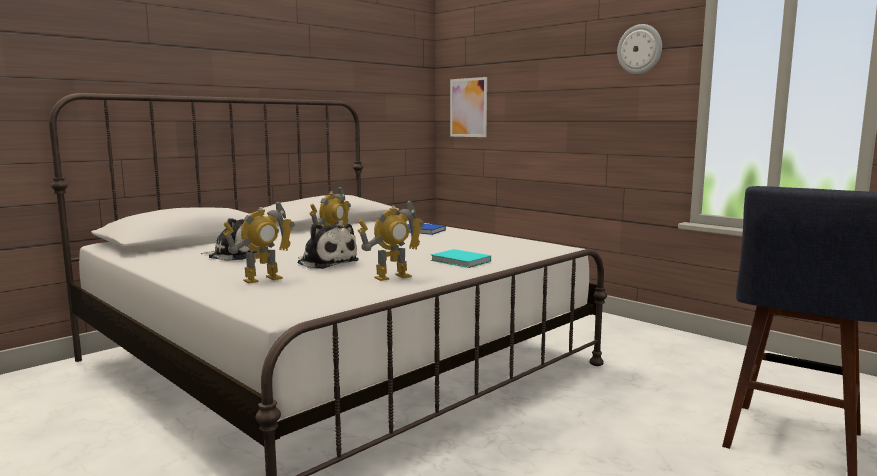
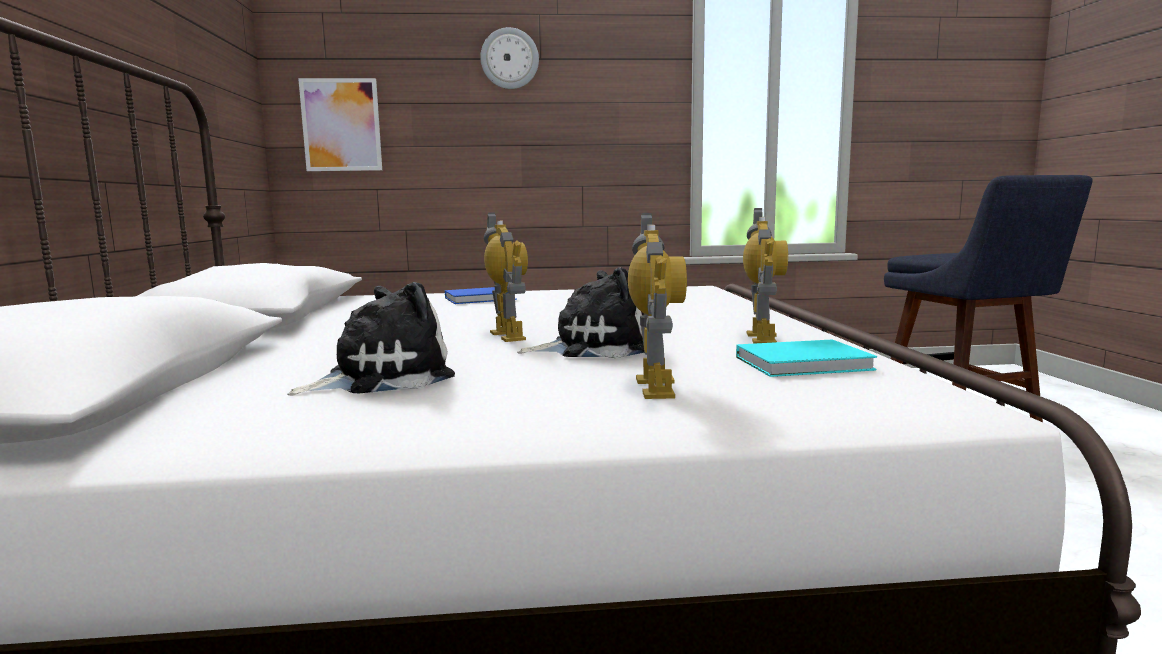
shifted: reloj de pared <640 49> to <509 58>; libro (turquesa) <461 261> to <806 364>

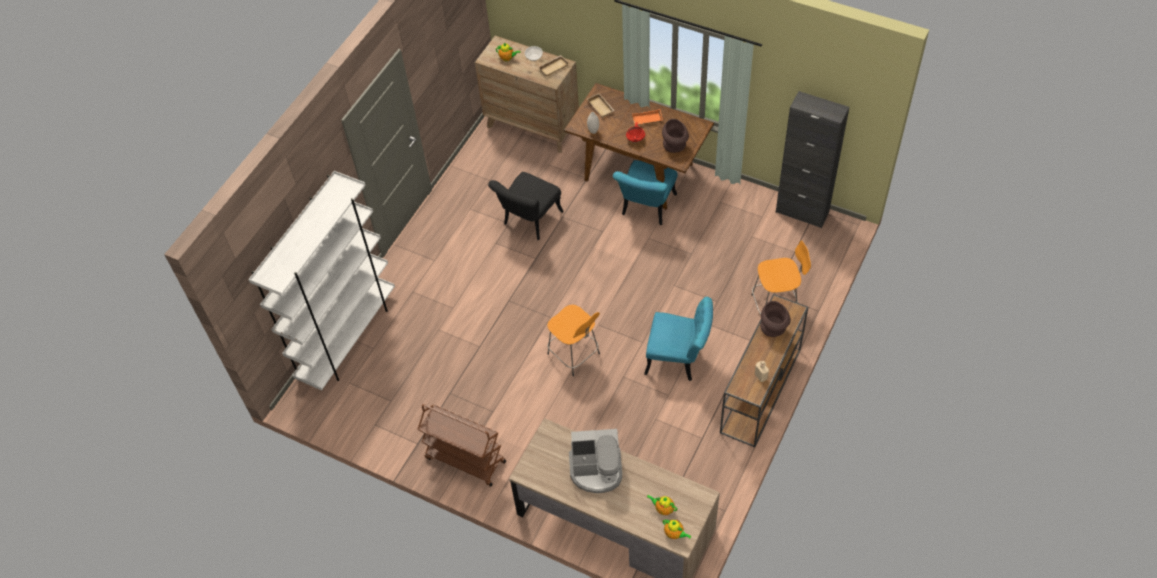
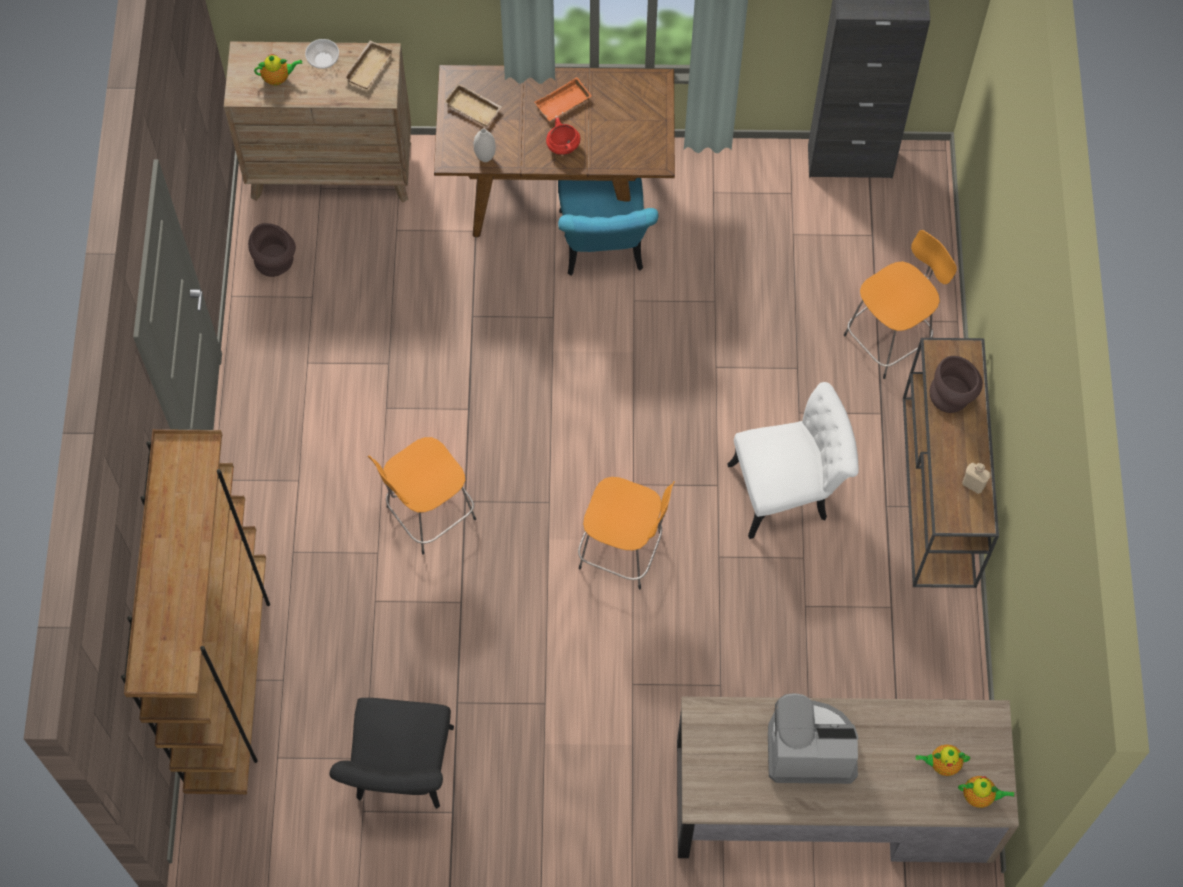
gone: carrito (marrón) <464 460>
new: taburete (naranja) <428 514>
shifted: florero (marrón) <675 146> to <276 263>; silla (negro) <529 222> to <402 775>
repainted: estantería (blanco) <347 338> to estantería (marrón) <229 680>; silla (turquesa) <679 359> to silla (blanco) <789 490>
rotated: cafetera <596 470> = <809 747> 150 degrees counterclockwise

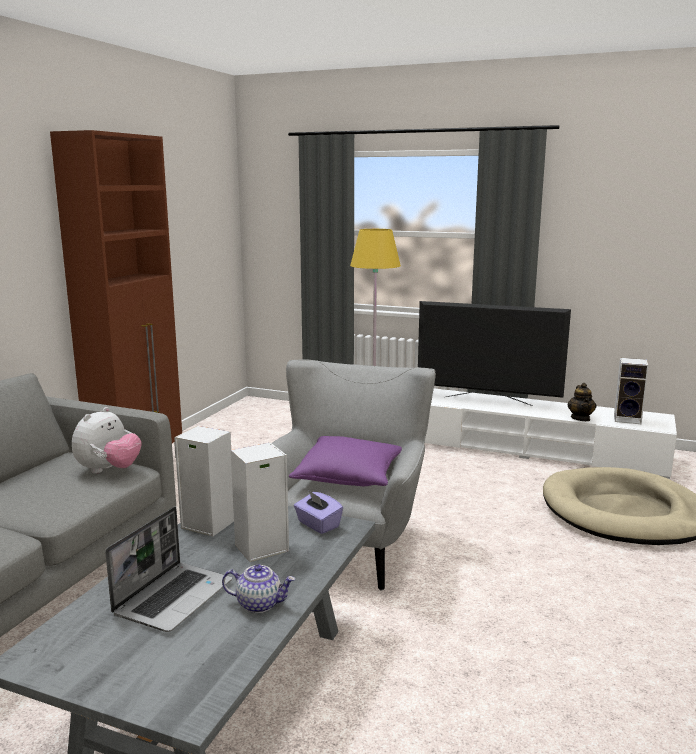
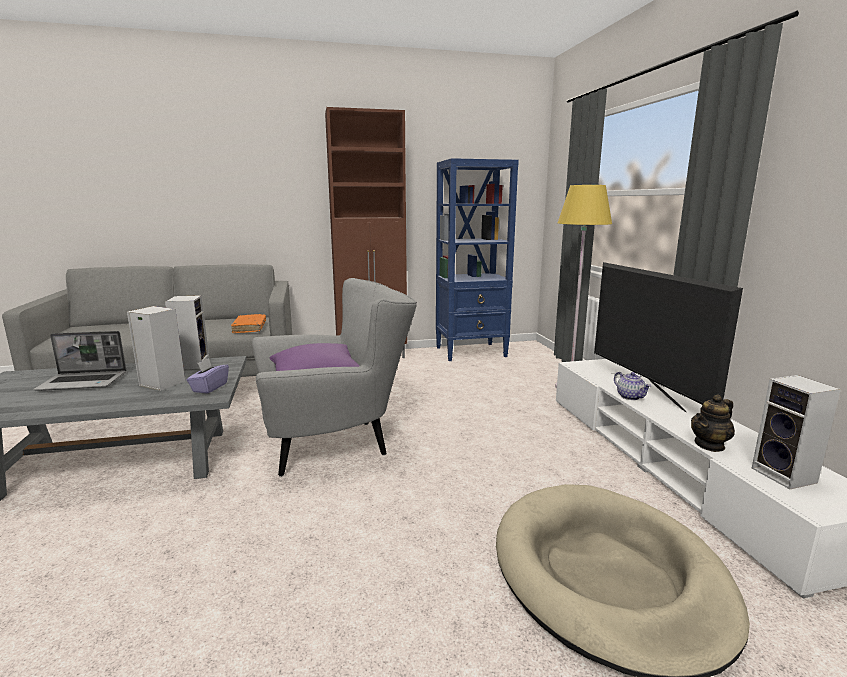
new: estantería (azul) <471 352>
shifted: tetera <259 604> to <630 397>
swapped: peluche <108 470> to libro (naranja) <249 328>

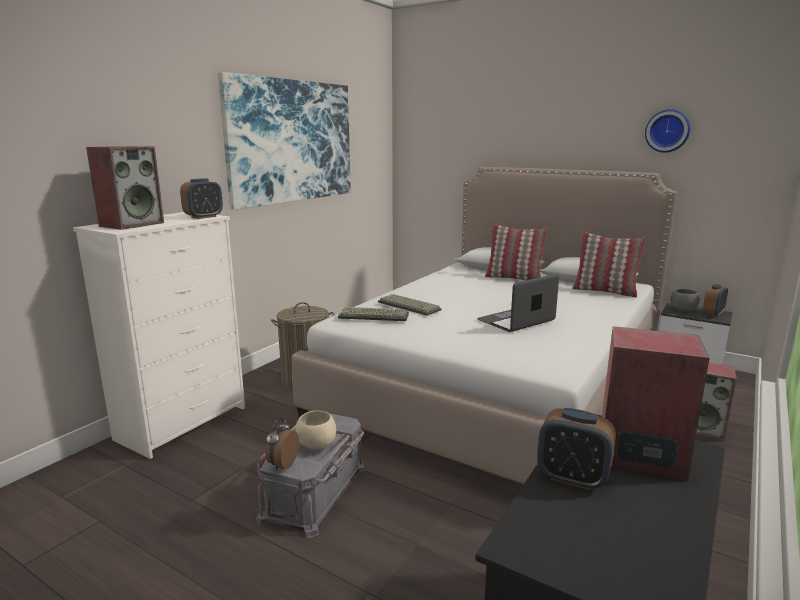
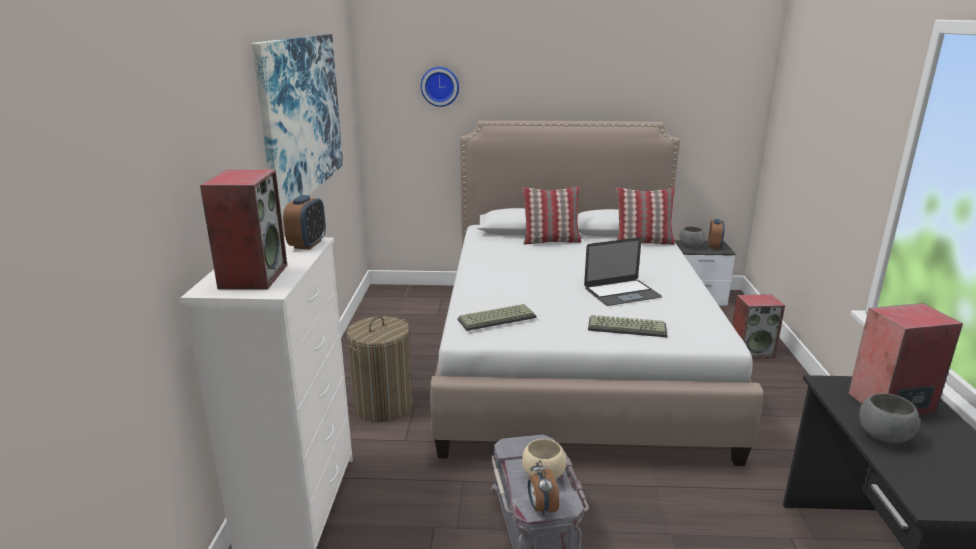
shifted: reloj de pared <667 131> to <440 86>; teclado <410 306> to <627 327>
swapped: despertador <572 478> to cuenco (gris) <883 436>
rotated: portátil <516 320> = <622 292> 135 degrees counterclockwise

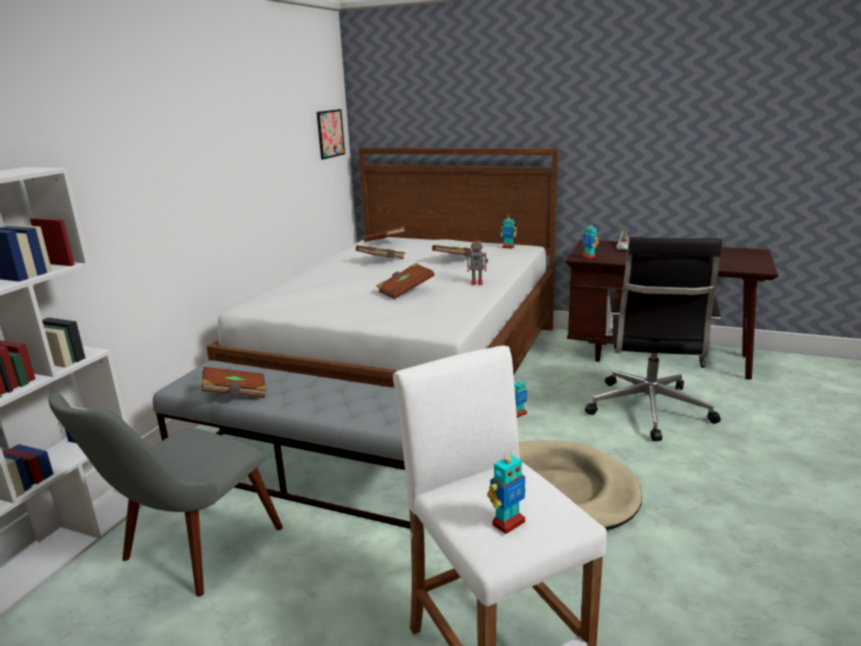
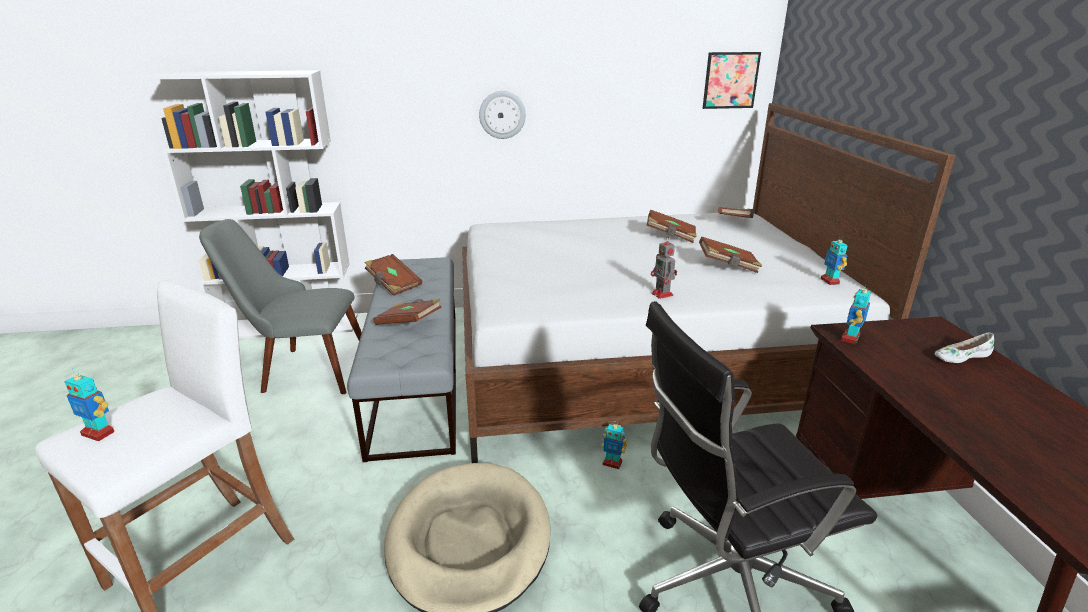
new: reloj de pared <502 115>
shifted: libro (marrón) <405 291> to <409 323>

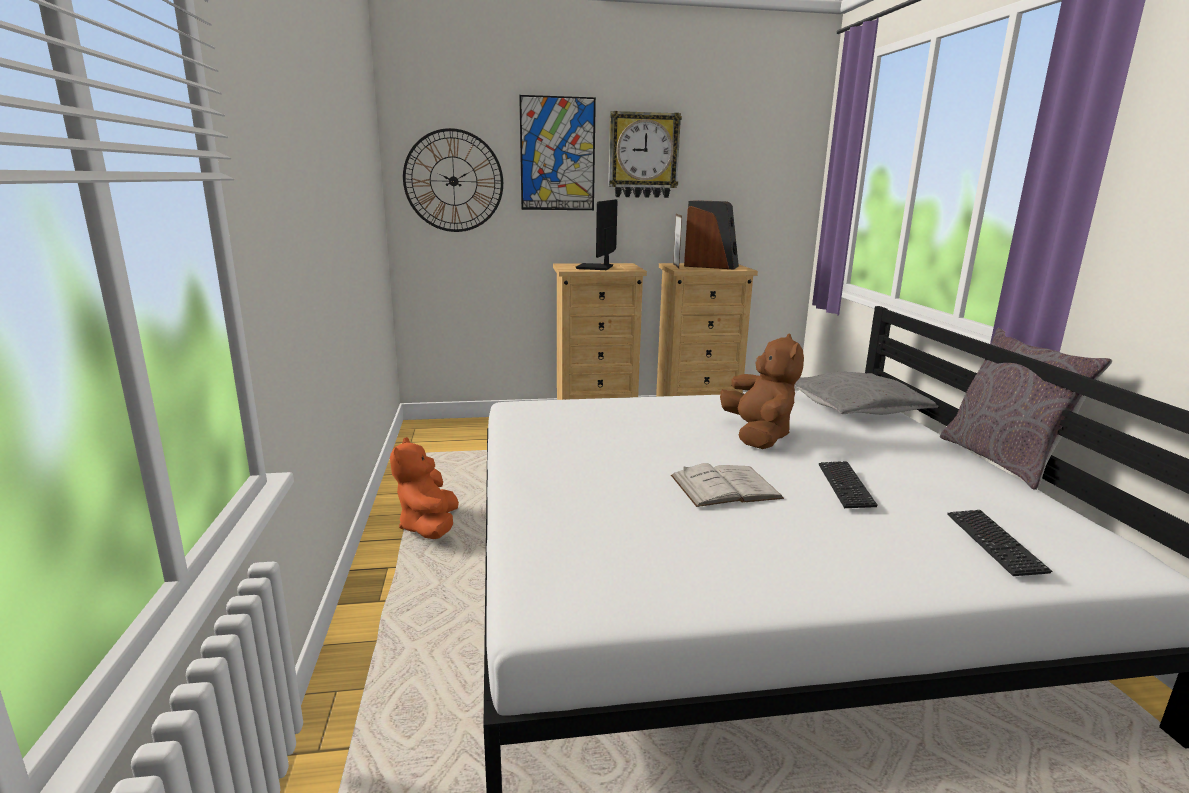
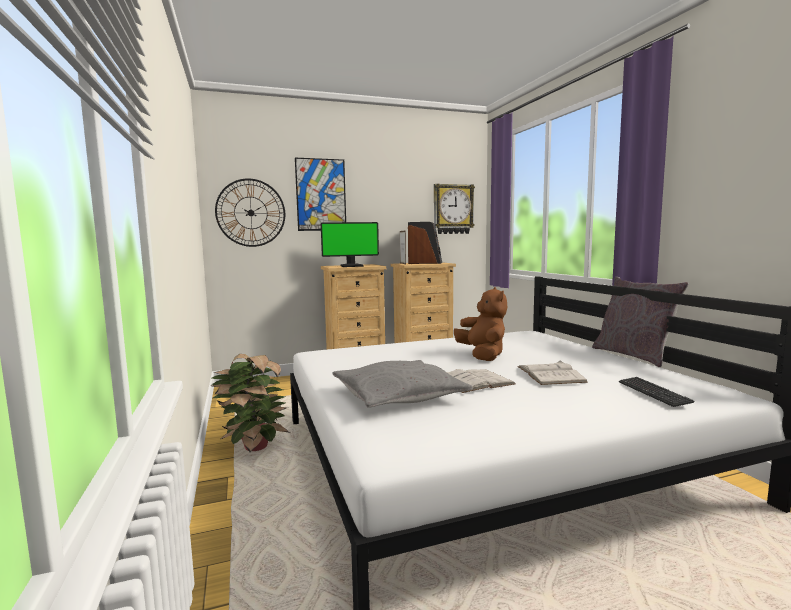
shifted: cojín (gris) <856 407> to <398 396>; reloj de pared <643 155> to <453 209>
swapped: peluche (naranja) <429 527> to planta en maceta <253 447>; teclado <845 486> to libro (blanco) <550 374>
rotated: monitor <596 268> = <352 266> 105 degrees counterclockwise

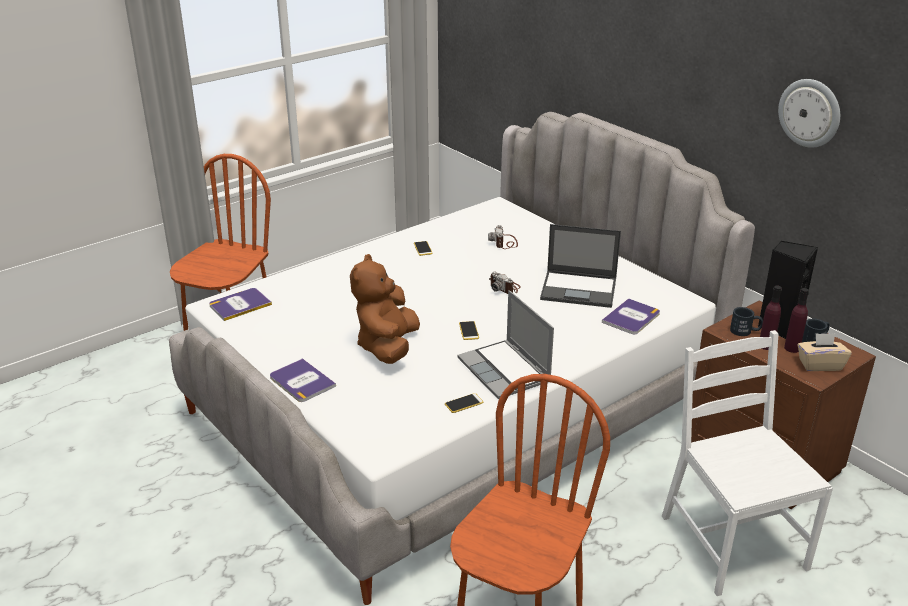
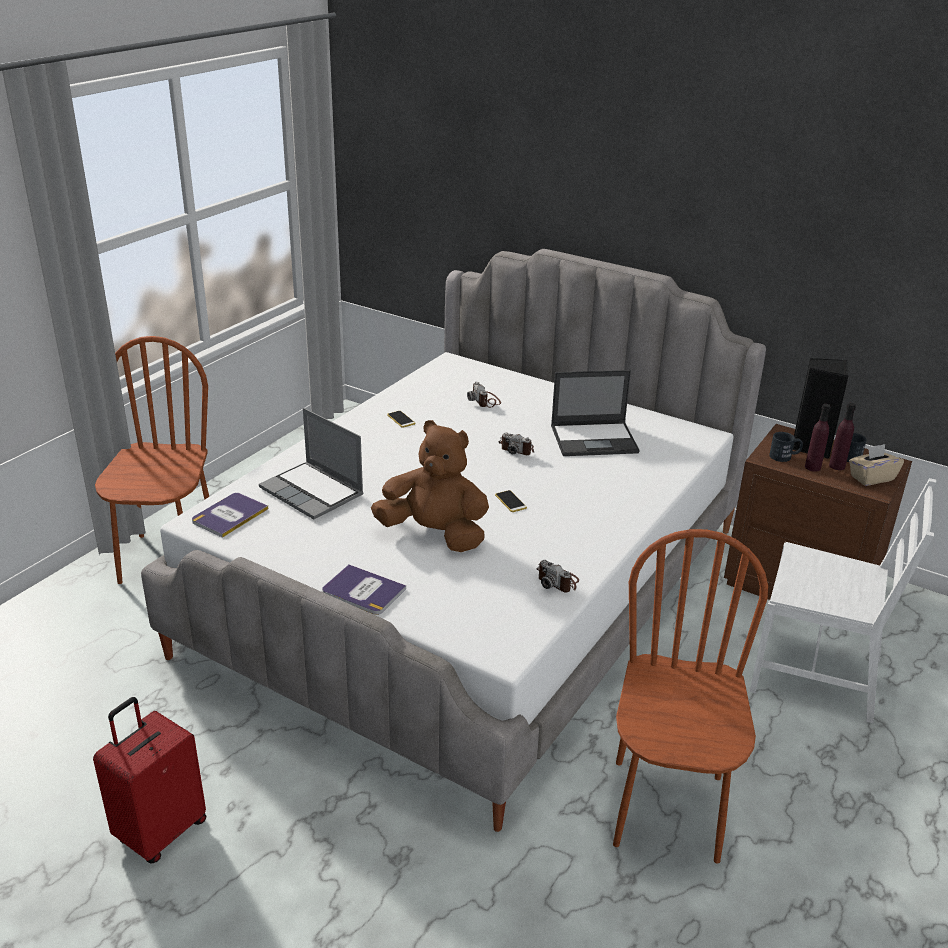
gone: libro <631 317>; reloj de pared <810 113>
new: maleta (rojo) <160 831>
shifted: portátil <505 371> to <313 492>
swapped: móvil <464 403> to cámara <558 581>
rotated: peluche (marrón) <387 347> = <434 534> 120 degrees clockwise; silla (blanco) <730 542> = <817 673> 150 degrees clockwise

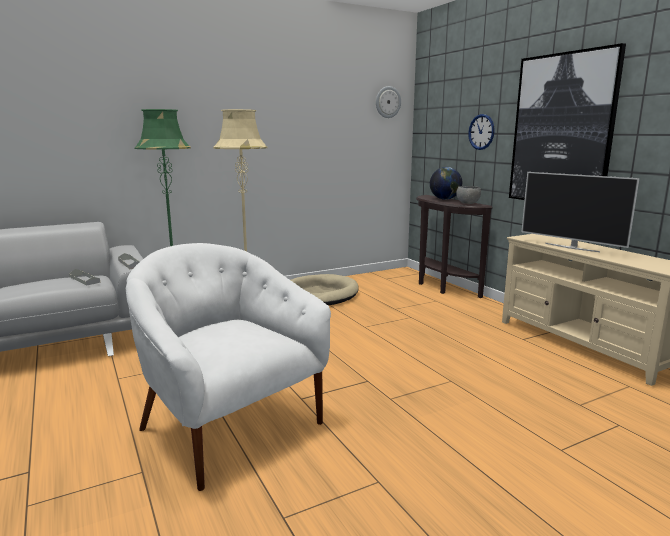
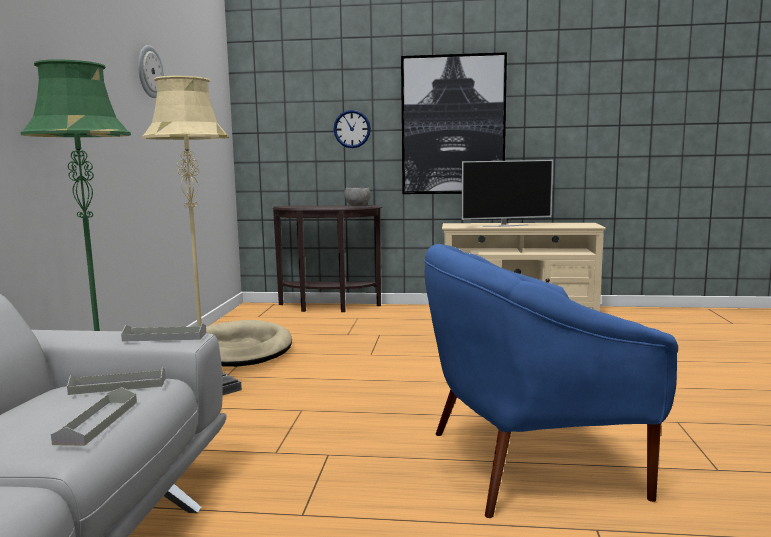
gone: globo terráqueo <445 199>
new: bandeja (gris) <97 422>
shifted: reloj de pared <387 102> to <149 72>
repainted: sillón (blanco) <229 426> to sillón (azul) <530 462>

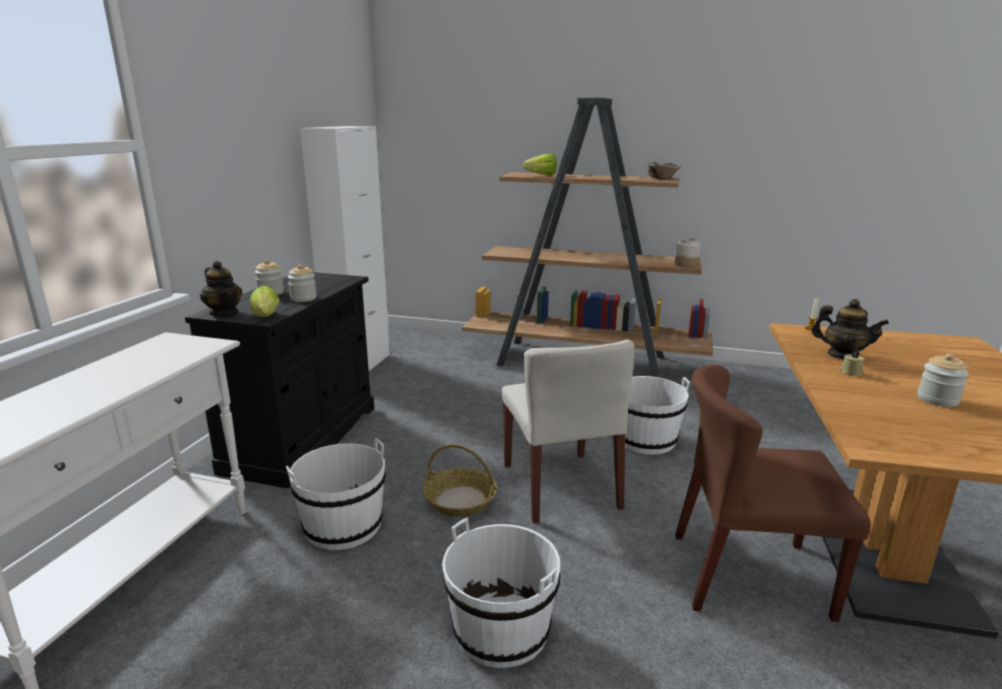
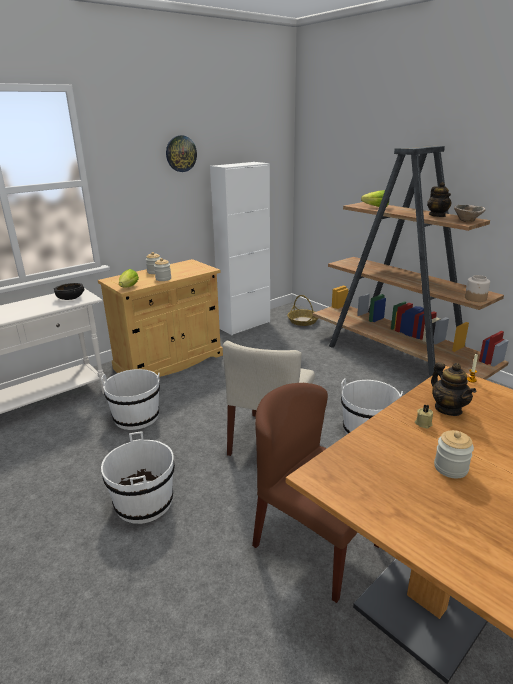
new: cuenco (negro) <71 298>; reloj de pared <181 153>
shifted: cesta <460 500> to <303 321>; tetera <224 313> to <437 215>
repainted: armario (negro) <303 438> to armario (beis) <169 362>

